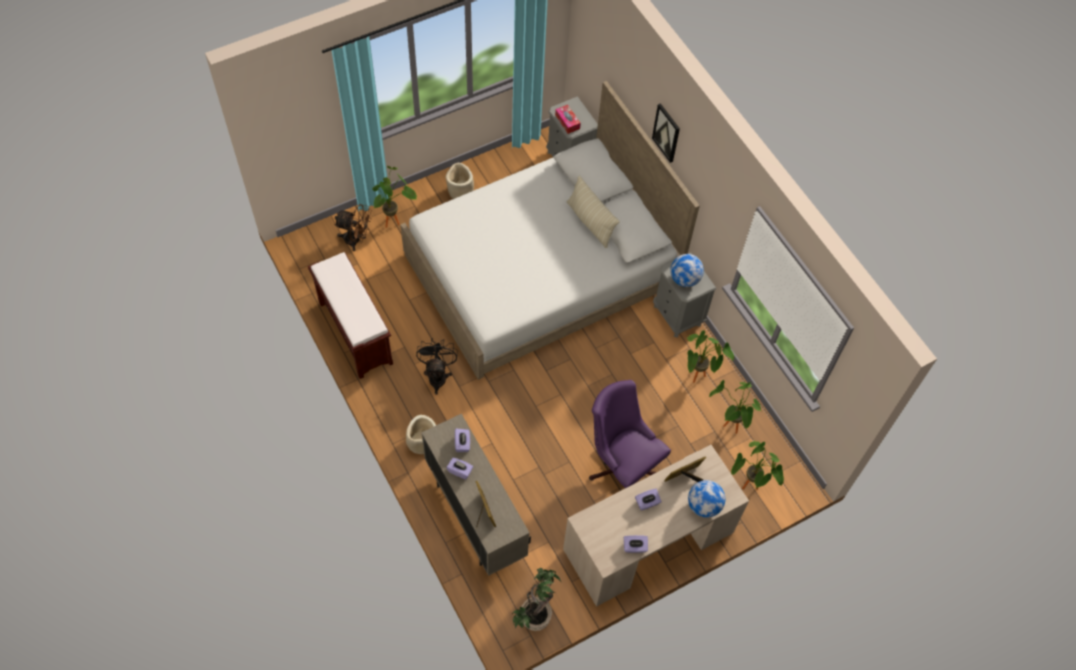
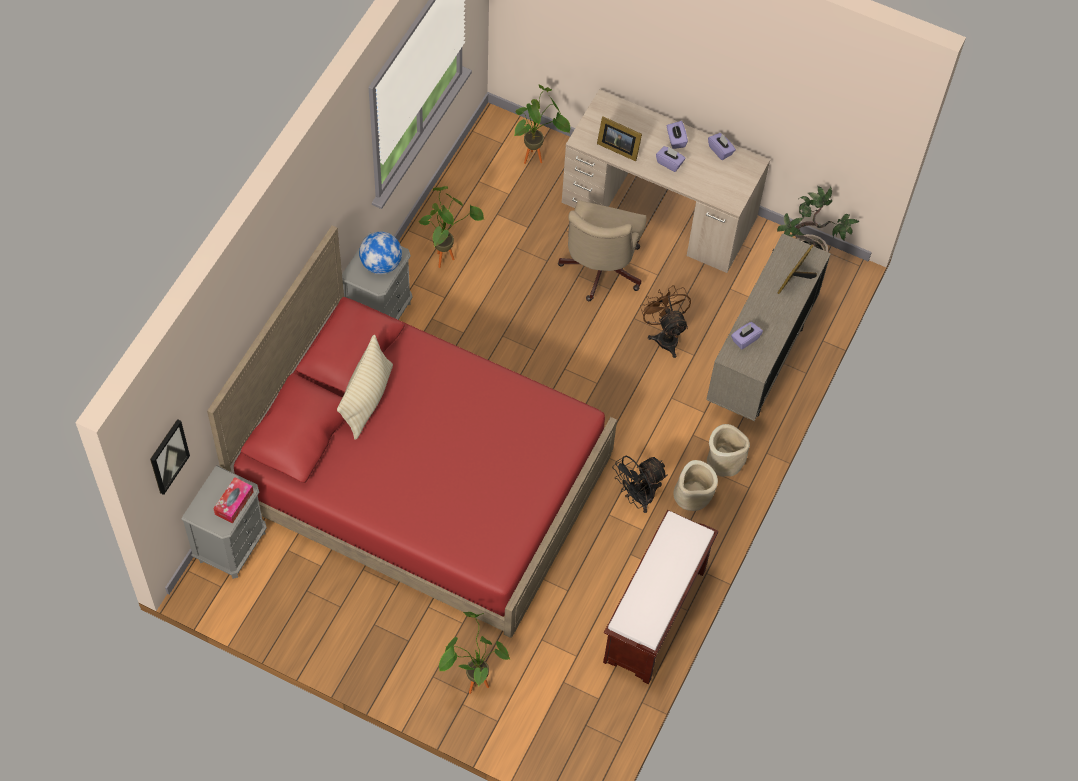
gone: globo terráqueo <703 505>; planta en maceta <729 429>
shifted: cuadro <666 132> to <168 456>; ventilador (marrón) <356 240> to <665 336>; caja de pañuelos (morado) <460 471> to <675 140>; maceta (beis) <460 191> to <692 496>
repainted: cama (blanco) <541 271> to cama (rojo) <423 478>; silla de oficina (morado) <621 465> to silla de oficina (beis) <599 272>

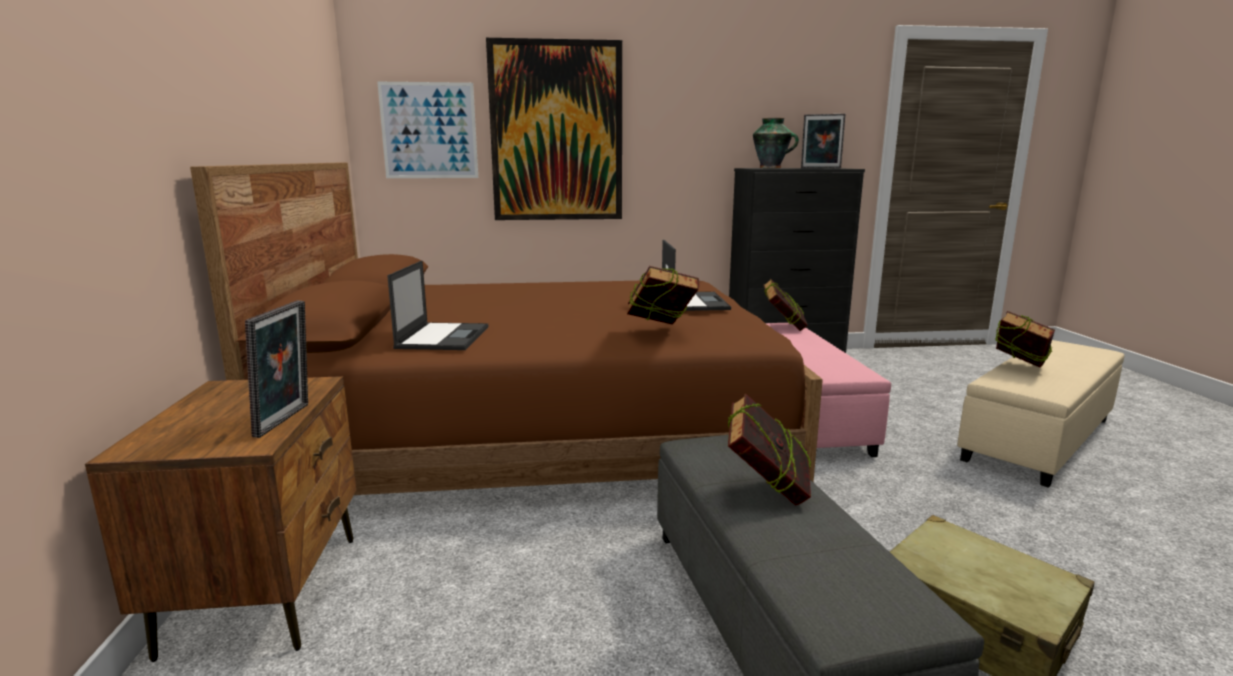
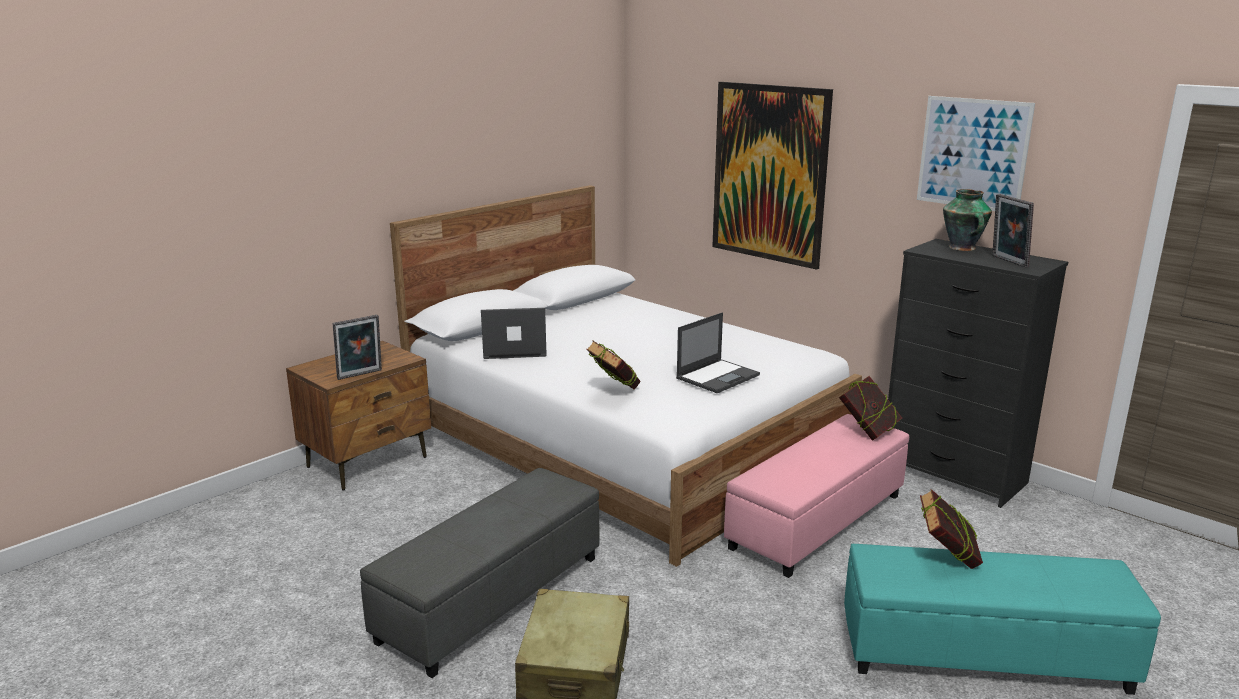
gone: libro <766 491>
shifted: cuadro <429 131> to <973 153>
repainted: cama (marrón) <542 426> to cama (blanco) <624 439>; puf (beis) <1036 439> to puf (turquesa) <982 653>
rotated: portátil <443 337> = <513 349> 150 degrees counterclockwise

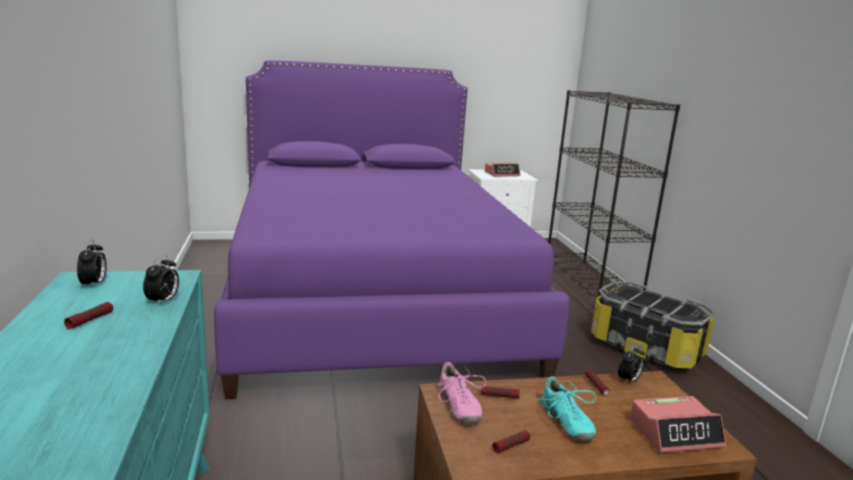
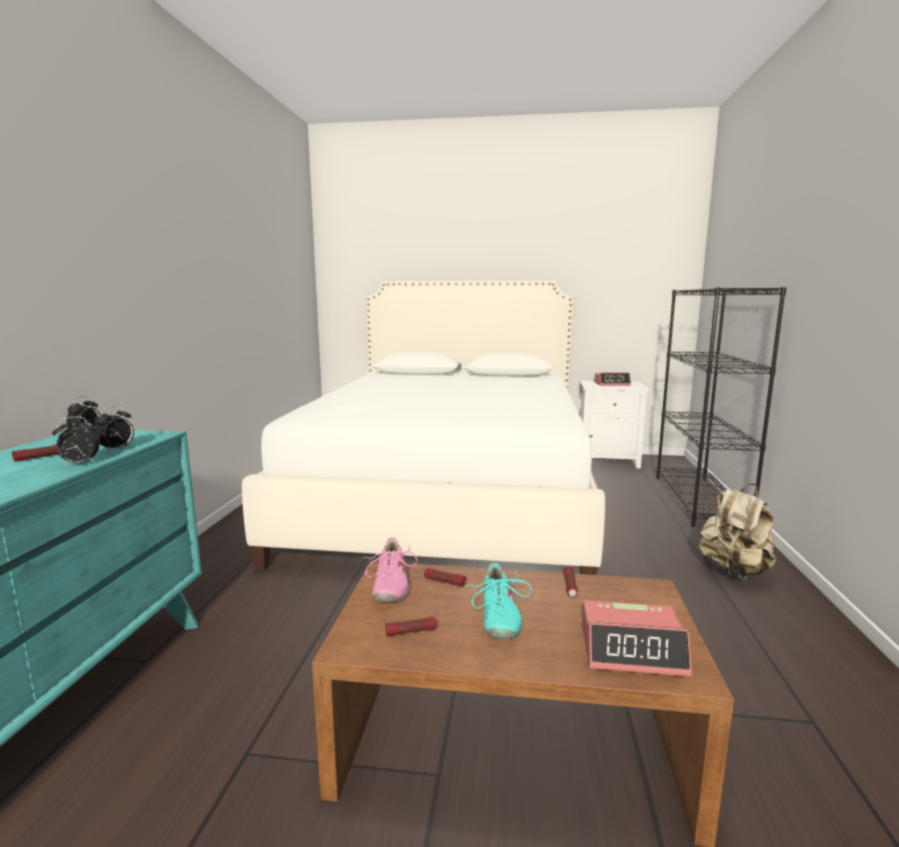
shifted: despertador <629 380> to <79 464>
swapped: caja de almacenaje <646 348> to mochila (beis) <734 572>
repainted: cama (morado) <372 296> to cama (blanco) <450 496>

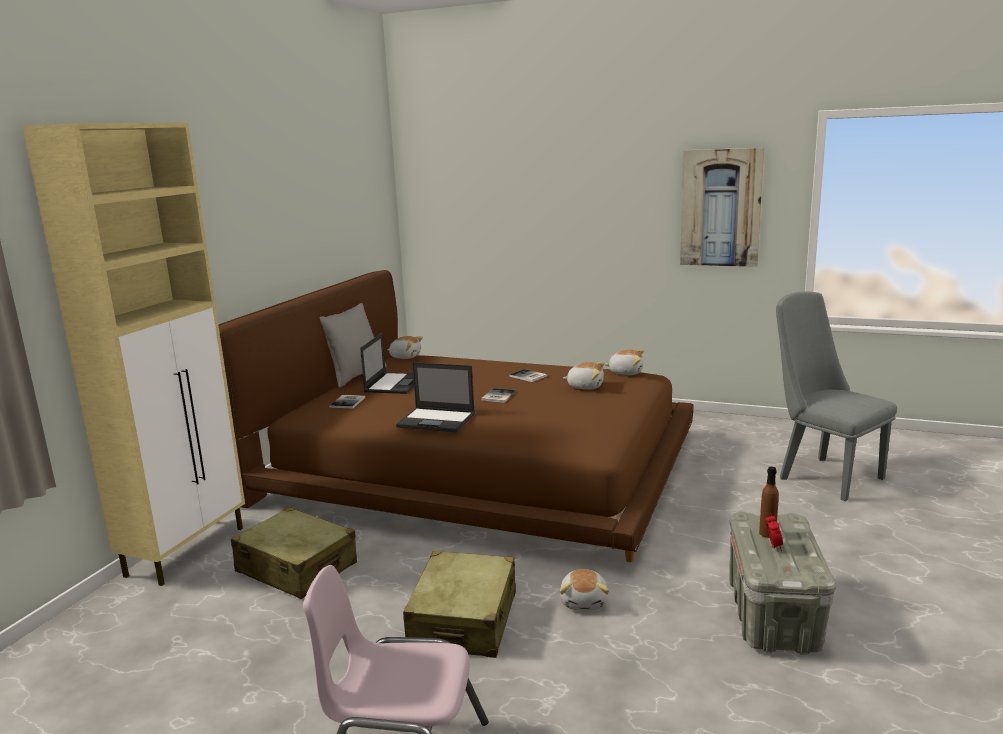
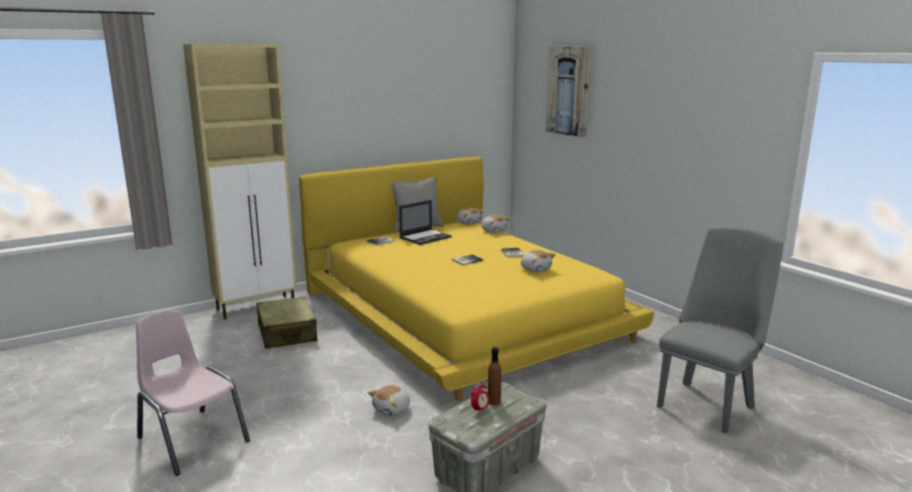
gone: portátil <437 420>; maleta (beis) <464 620>
shifted: peluche <626 372> to <493 231>; cuadro <721 208> to <568 91>
repainted: cama (marrón) <477 468> to cama (amarillo) <462 313>
rotated: silla (gris) <823 475> = <708 403> 45 degrees clockwise

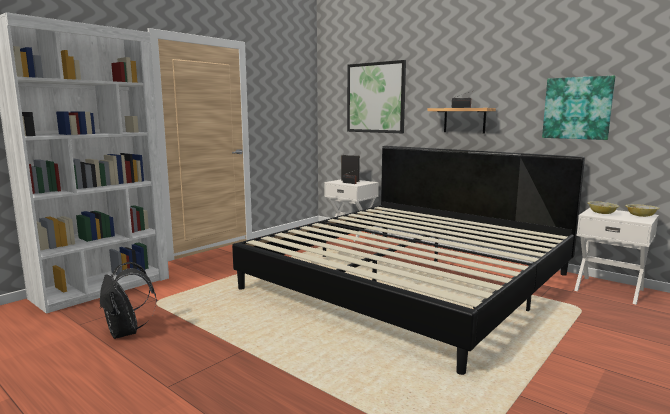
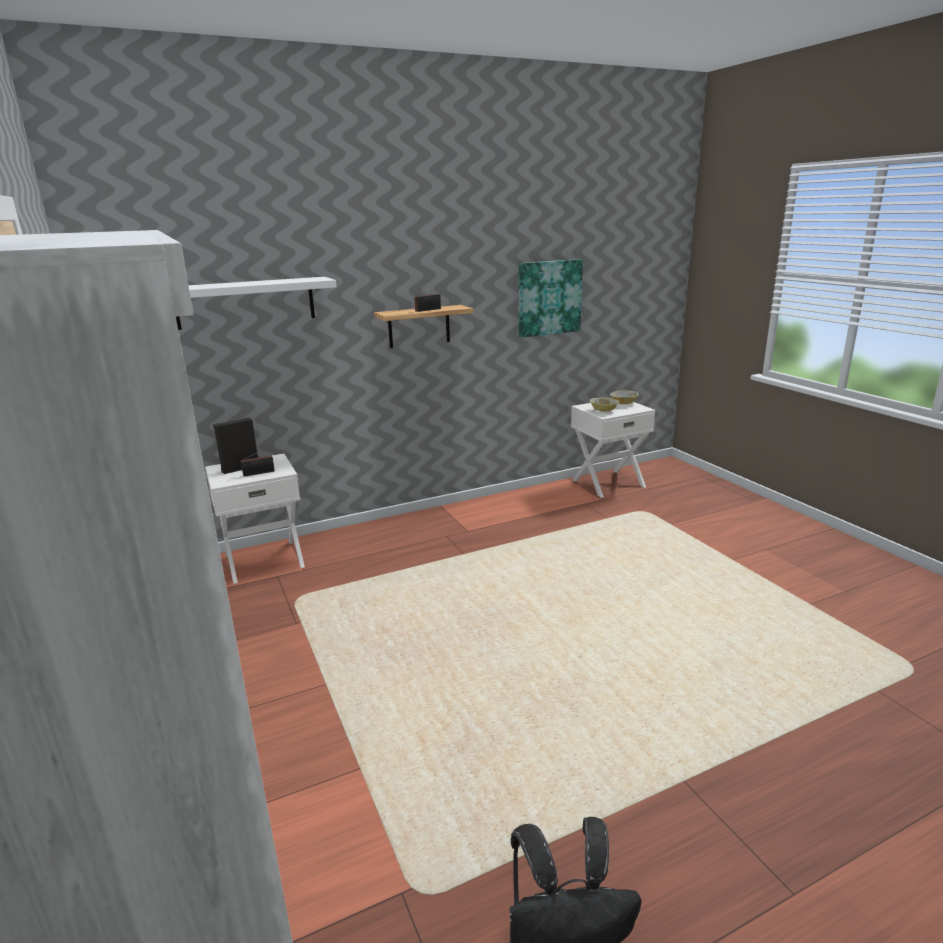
gone: cama <410 281>
swapped: cuadro <375 98> to estante (blanco) <246 302>

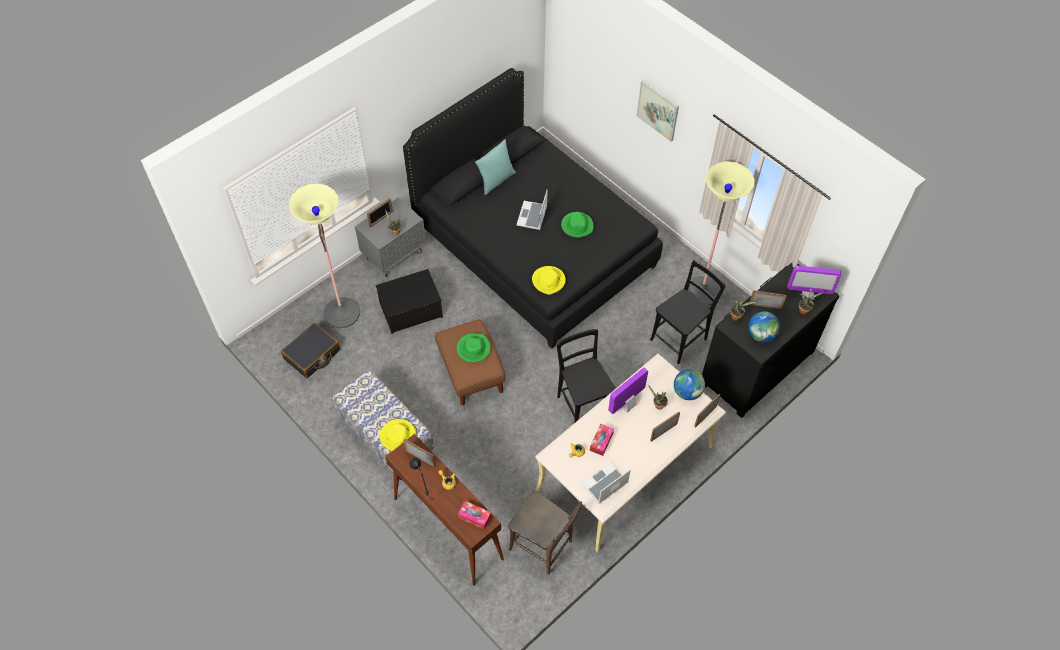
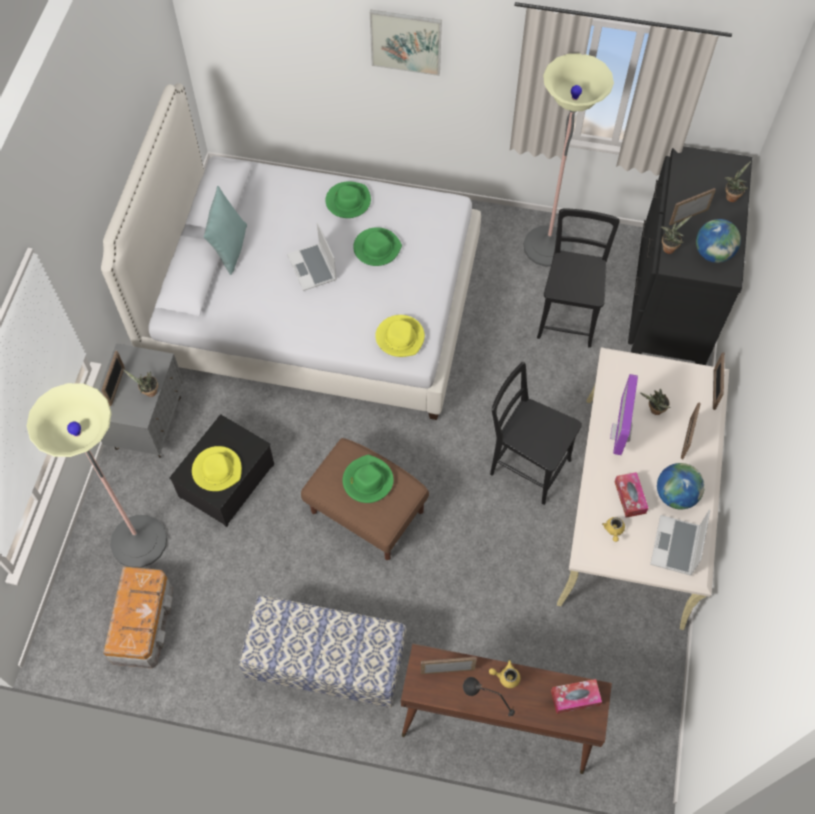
gone: silla (marrón) <543 547>; monitor <807 294>
new: sombrero (verde) <348 201>
shifted: sombrero (amarillo) <398 436> to <217 470>; globo terráqueo <687 392> to <675 495>
swapped: maleta (negro) <312 355> to caja de almacenaje <144 622>
repainted: cama (negro) <533 245> to cama (blanco) <313 306>

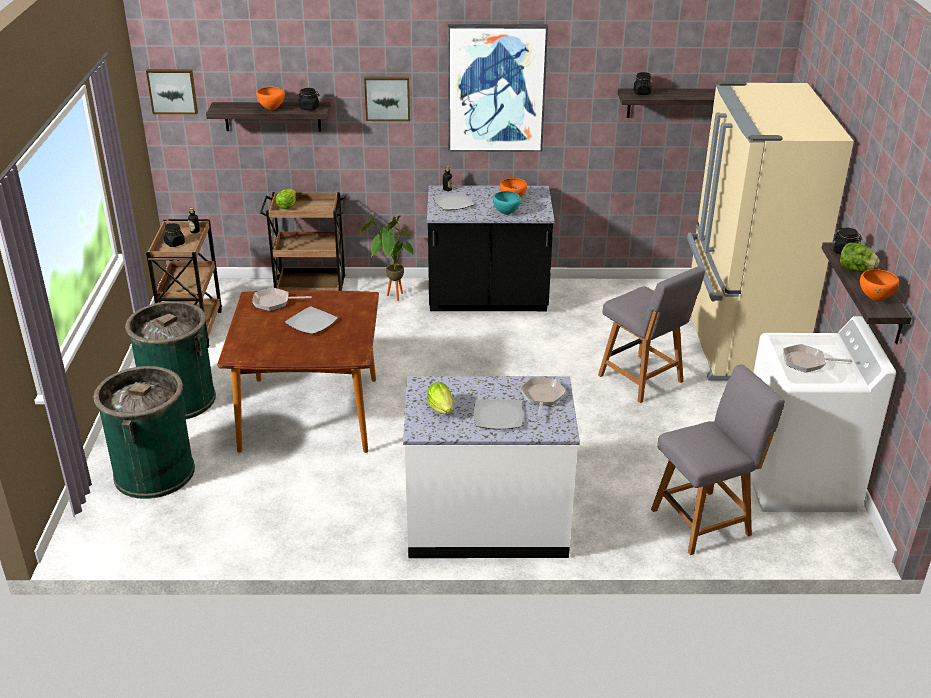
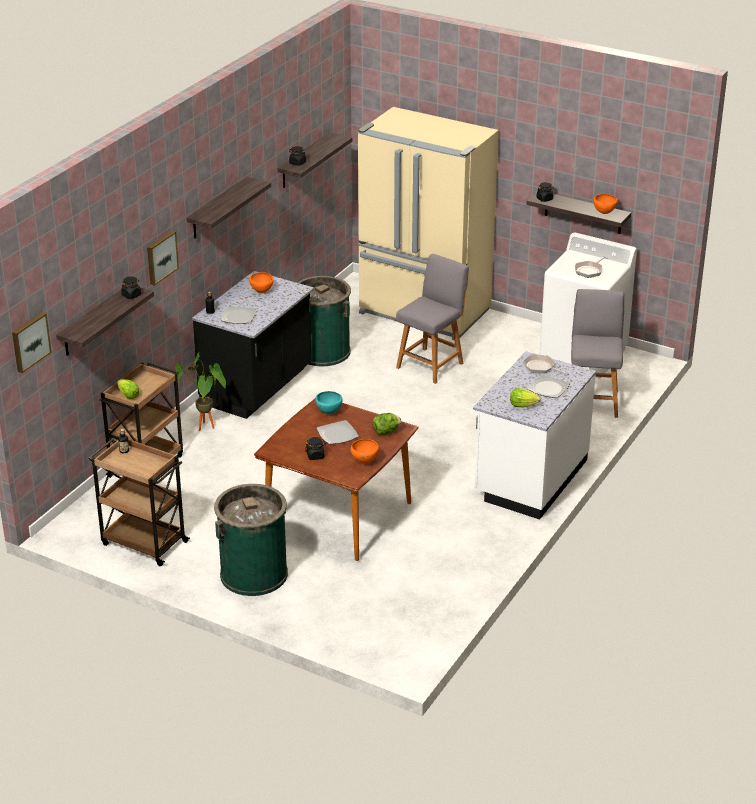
gone: sartén <274 302>
shifted: papelera (verde) <154 472> to <322 351>; tarro (negro) <175 243> to <315 456>; cuenco (turquesa) <506 213> to <329 412>; cuenco (naranja) <272 109> to <365 461>; lechuga <855 269> to <386 432>
swapped: cuadro <496 88> to estante <218 208>
rotated: silla (gris) <642 380> = <431 364> 45 degrees counterclockwise

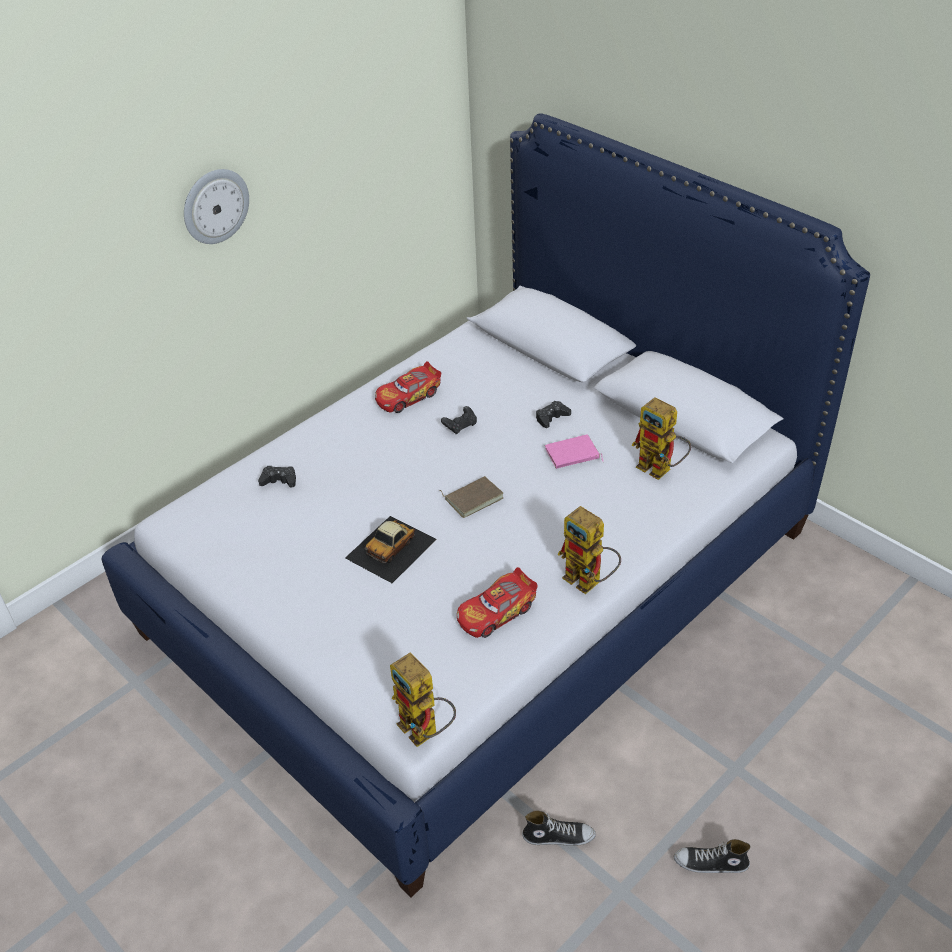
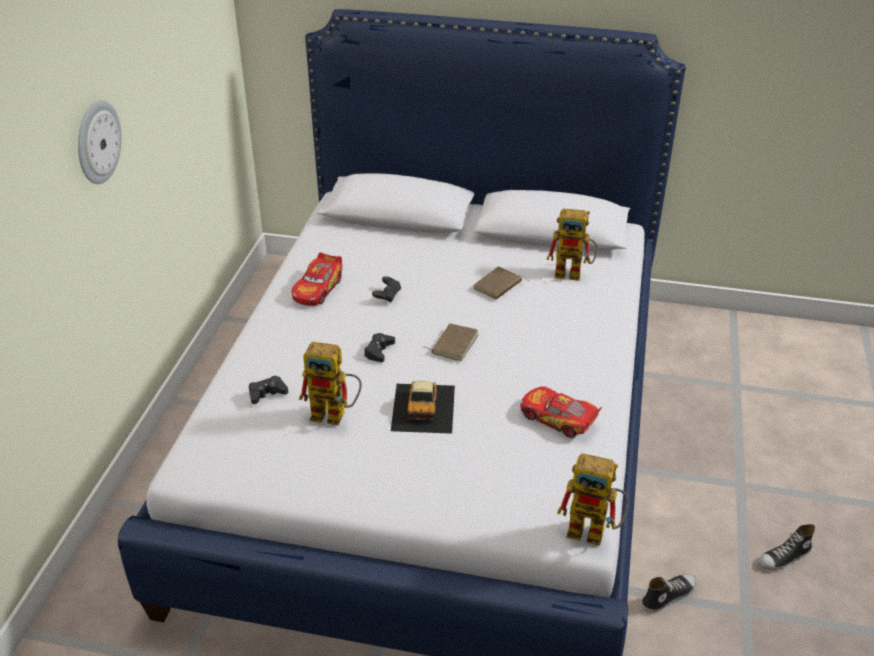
shifted: robot de juguete <589 582> to <336 414>; mando de consola (negro) <552 418> to <379 351>
repainted: libro (rosa) <572 455> to libro (marrón) <498 286>
rotated: coche de juguete <497 612> = <558 419> 105 degrees clockwise

